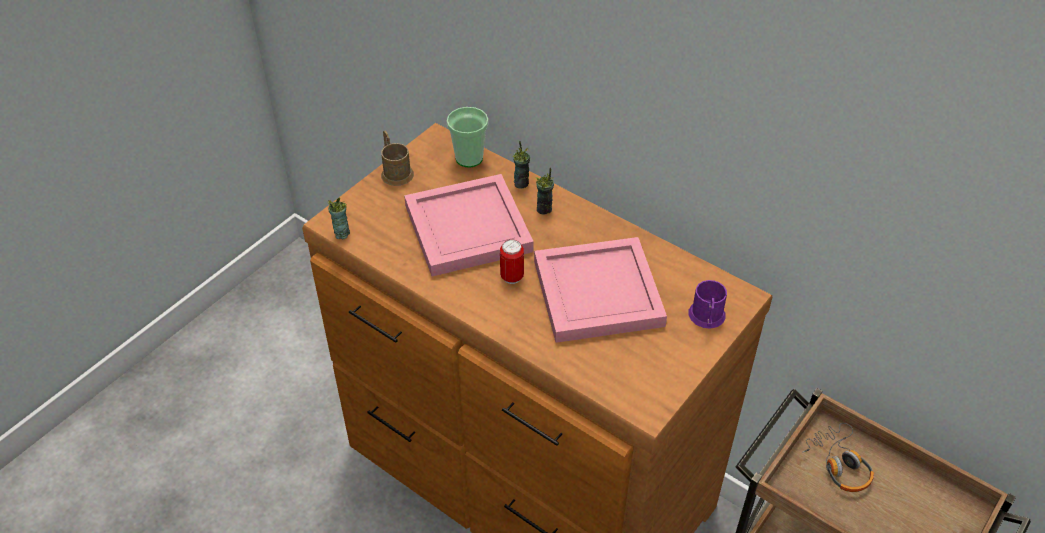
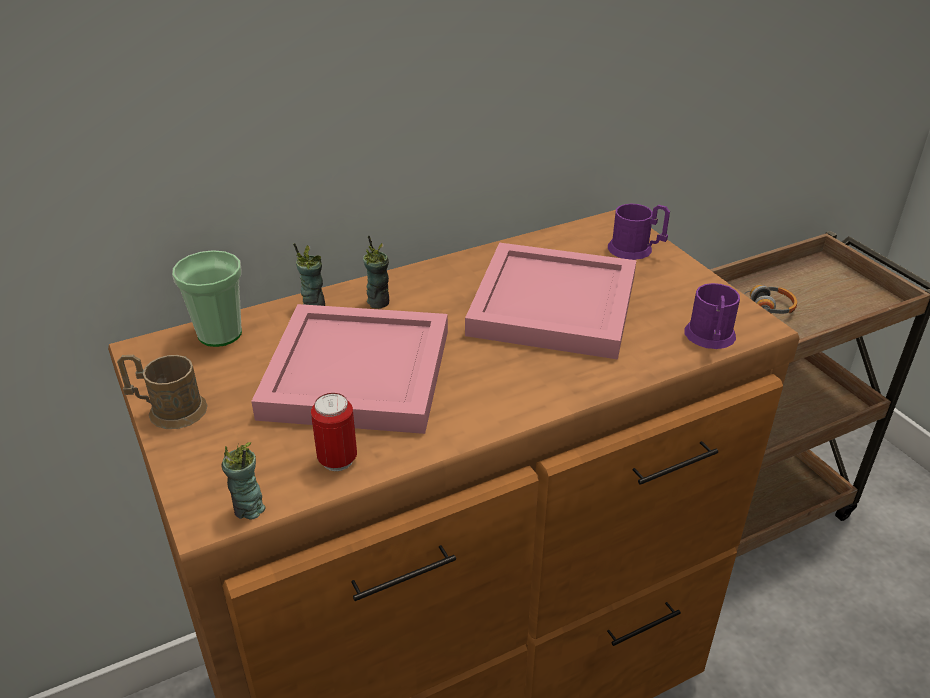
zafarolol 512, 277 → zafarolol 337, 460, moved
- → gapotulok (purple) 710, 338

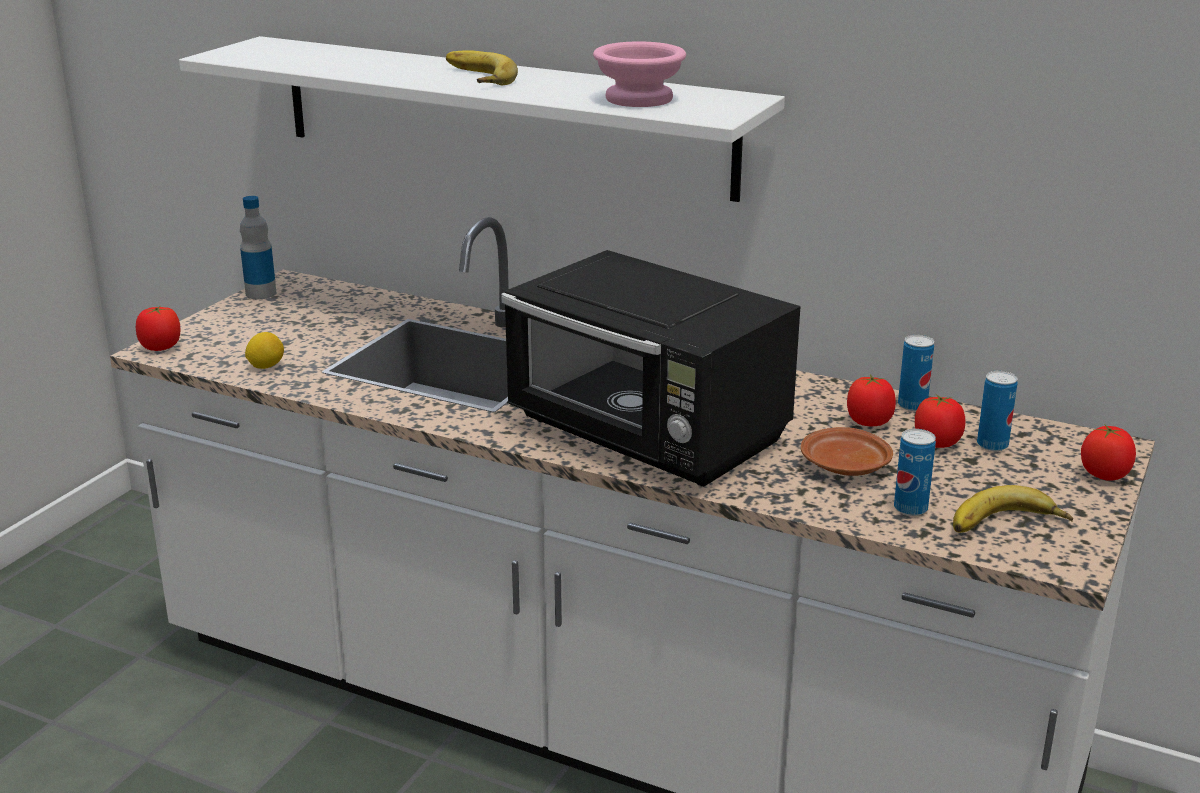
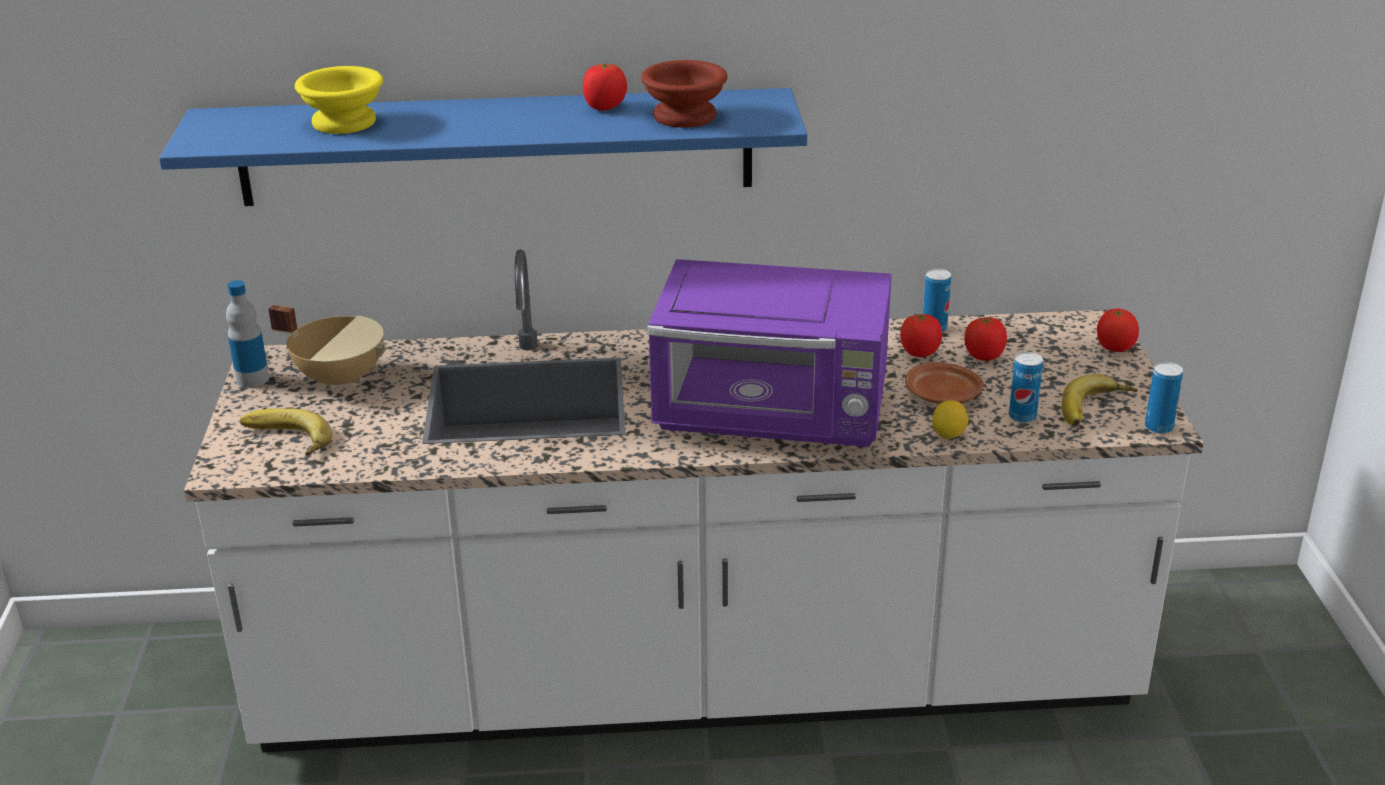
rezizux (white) 501, 115 → rezizux (blue) 496, 147
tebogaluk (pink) 639, 98 → tebogaluk (brown) 684, 115
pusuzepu 474, 77 → pusuzepu 284, 440, moved
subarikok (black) 648, 436 → subarikok (purple) 774, 416
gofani 161, 347 → gofani 604, 107, moved
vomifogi 266, 366 → vomifogi 948, 435, moved
zafarolol 992, 445 → zafarolol 1158, 427, moved
- → tebogaluk (yellow) 341, 123
- → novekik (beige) 341, 378

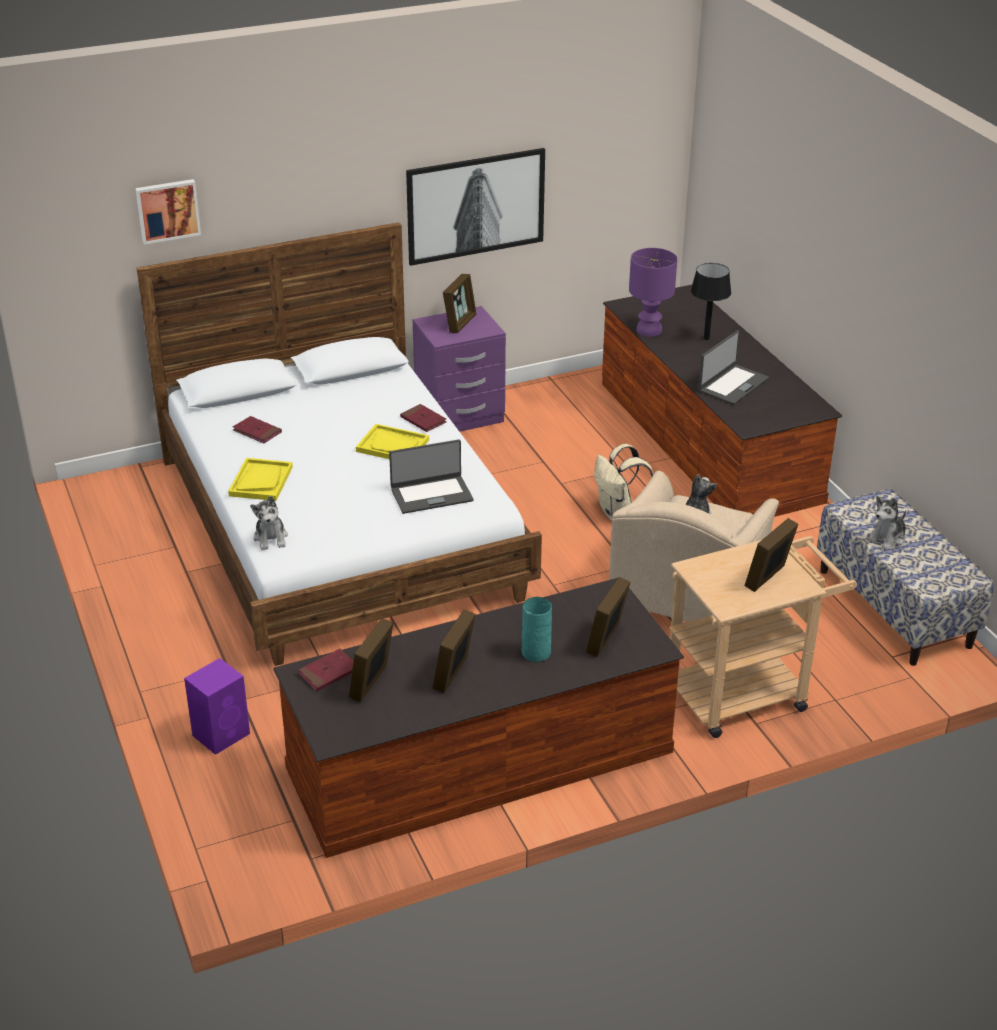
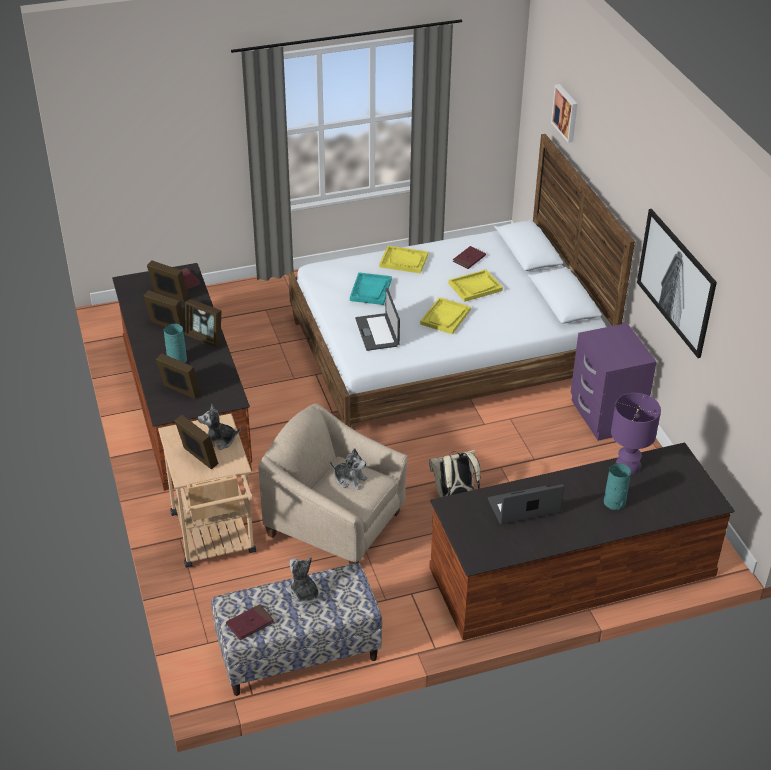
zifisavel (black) 707, 338 → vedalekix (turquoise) 614, 503
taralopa 460, 323 → taralopa 204, 338, moved
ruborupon 732, 385 → ruborupon 524, 507, 120 degrees clockwise
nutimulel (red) 423, 420 → nutimulel (red) 250, 623, moved
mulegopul 271, 538 → mulegopul 219, 441, moved
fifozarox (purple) 222, 734 → -
- → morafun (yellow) 475, 287
- → morafun (turquoise) 370, 290

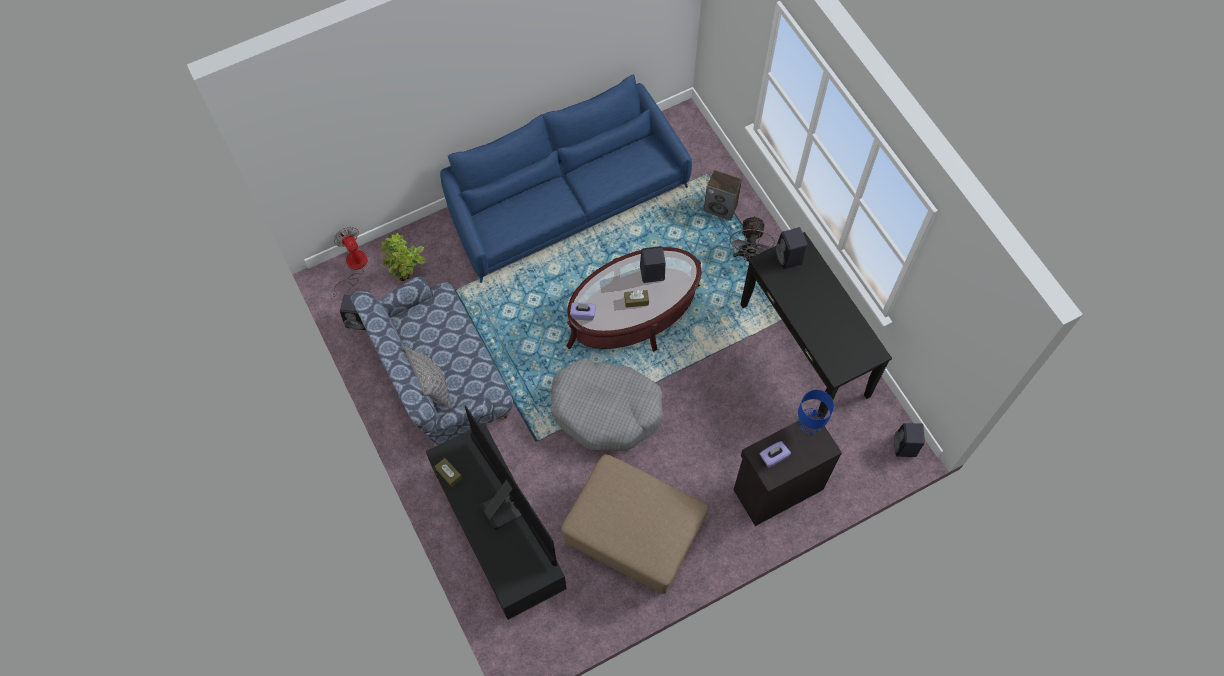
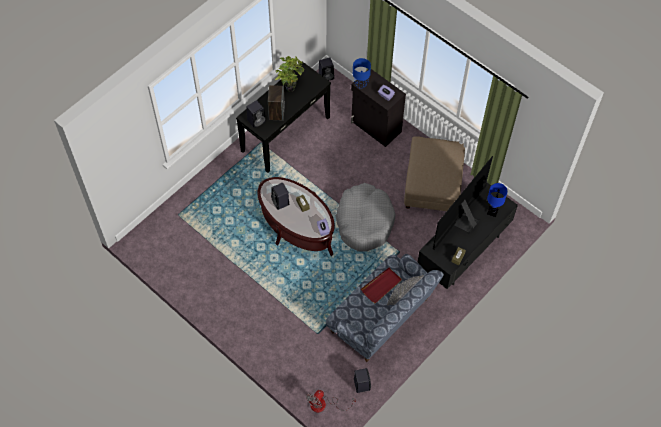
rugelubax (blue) 566, 201 → -
fifozarox 721, 207 → fifozarox 276, 112, moved
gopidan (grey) 748, 255 → -
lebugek 407, 276 → lebugek 289, 86, moved
- → zifisavel (blue) 492, 211
- → morafun (red) 381, 286

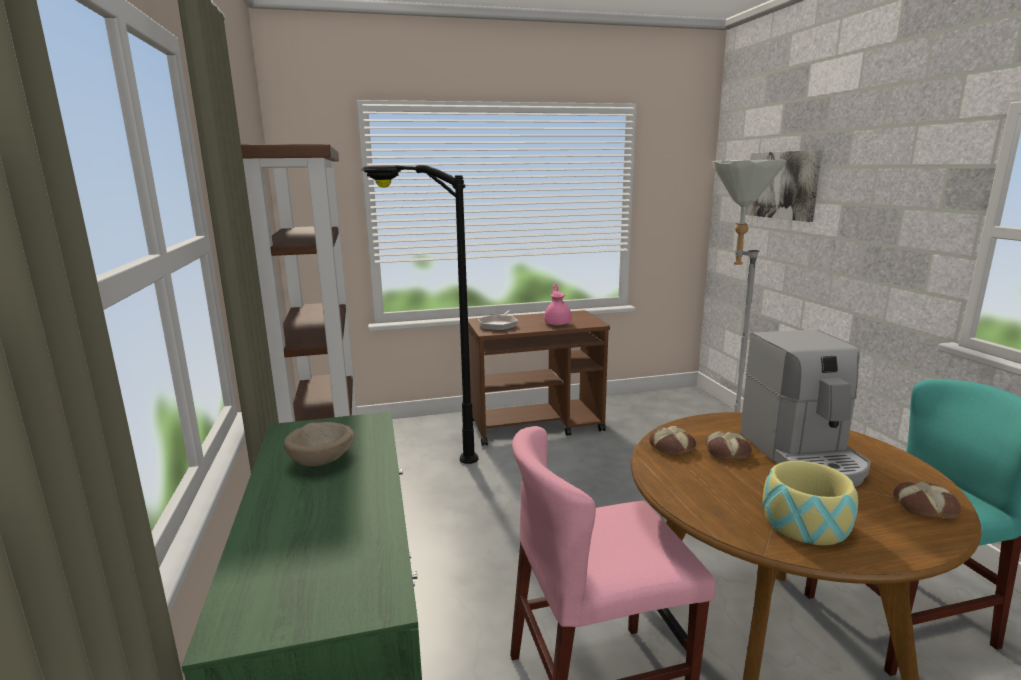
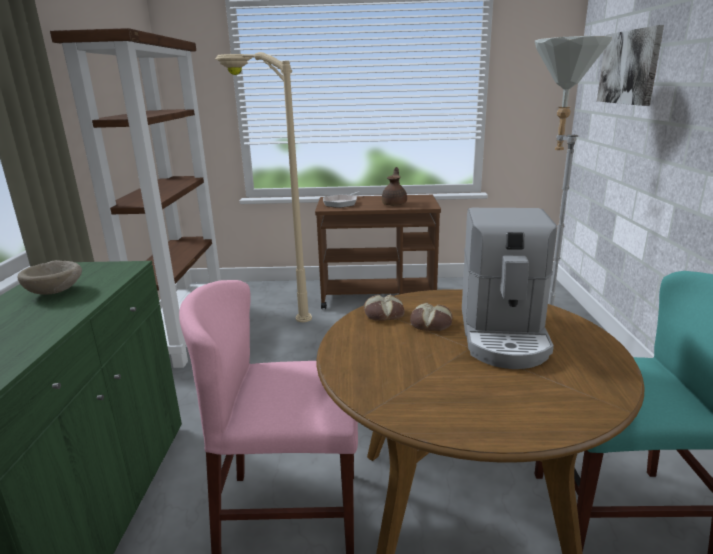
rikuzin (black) 420, 448 → rikuzin (beige) 271, 305
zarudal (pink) 558, 323 → zarudal (brown) 395, 204
tebogaluk 804, 523 → -
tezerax 924, 506 → -

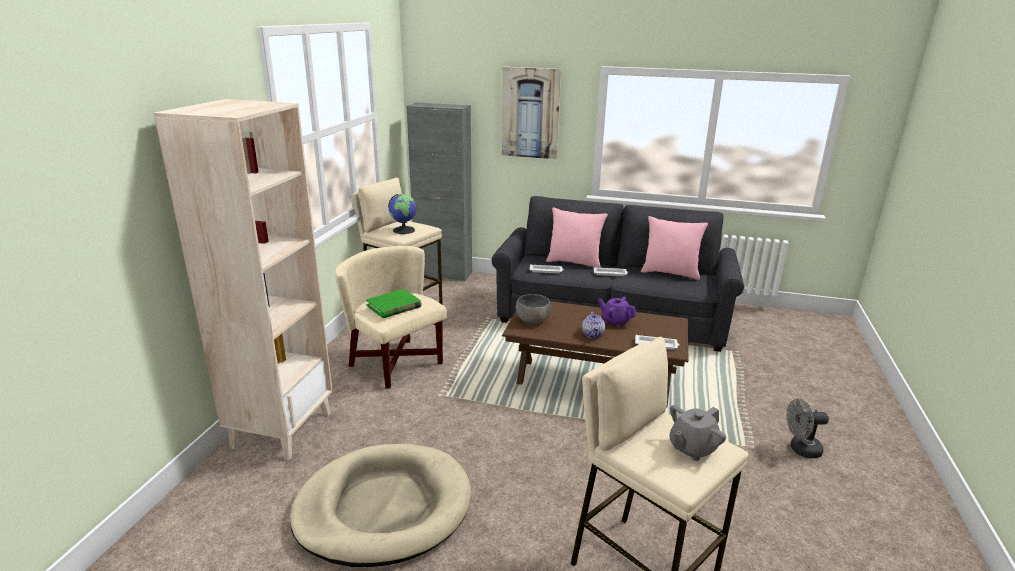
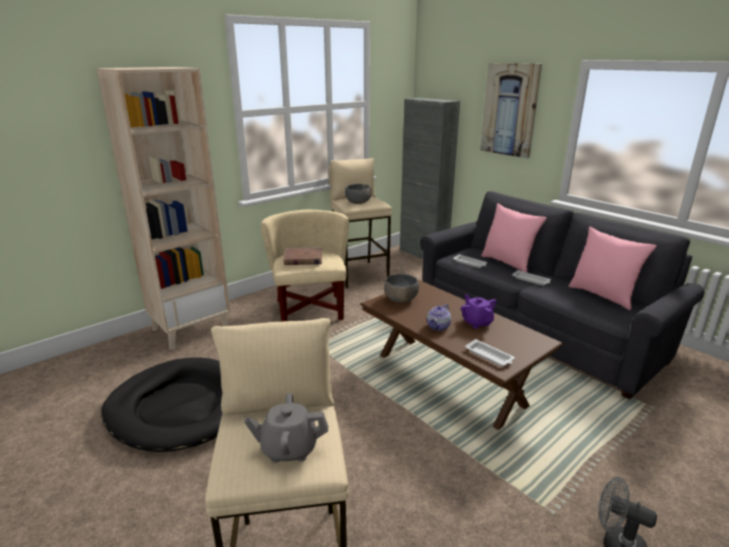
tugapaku 404, 230 → tebogaluk (grey) 358, 202
nutimulel (green) 394, 306 → nutimulel (brown) 303, 259
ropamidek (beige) 383, 508 → ropamidek (black) 180, 407

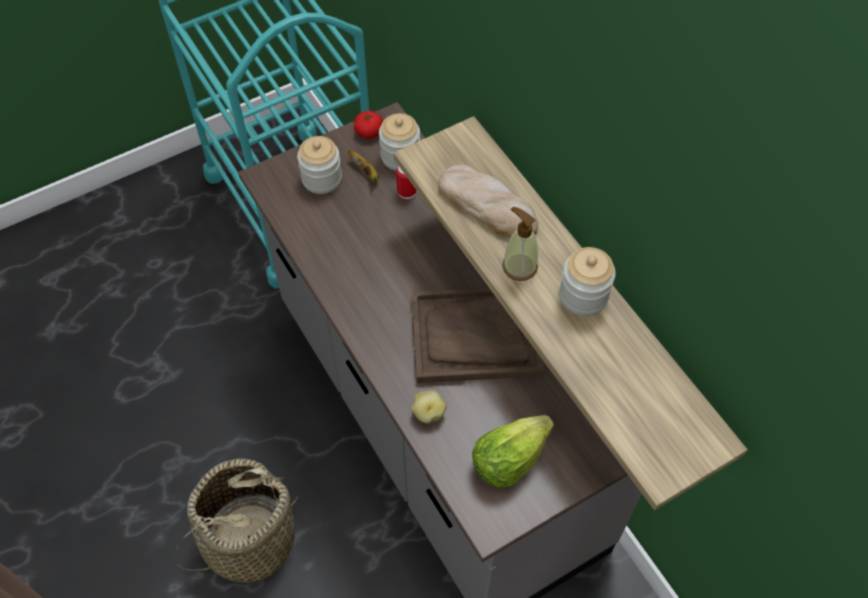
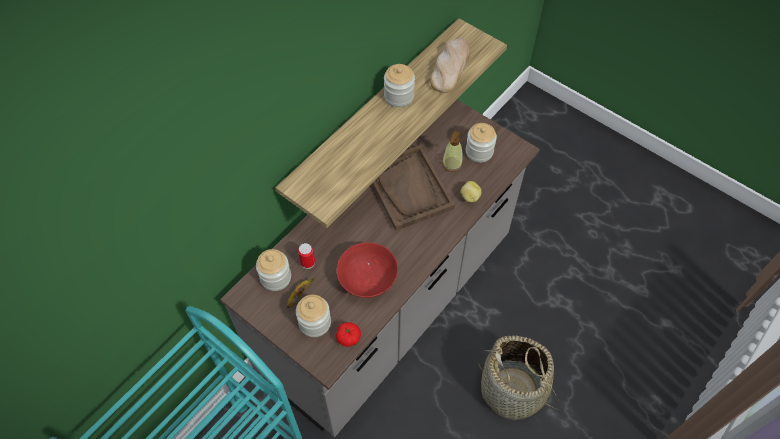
gofani 369, 132 → gofani 348, 337, moved
tezerax 488, 206 → tezerax 450, 67, moved
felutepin 519, 266 → felutepin 452, 164, moved
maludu 508, 459 → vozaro 479, 152
- → tebogaluk (red) 368, 279

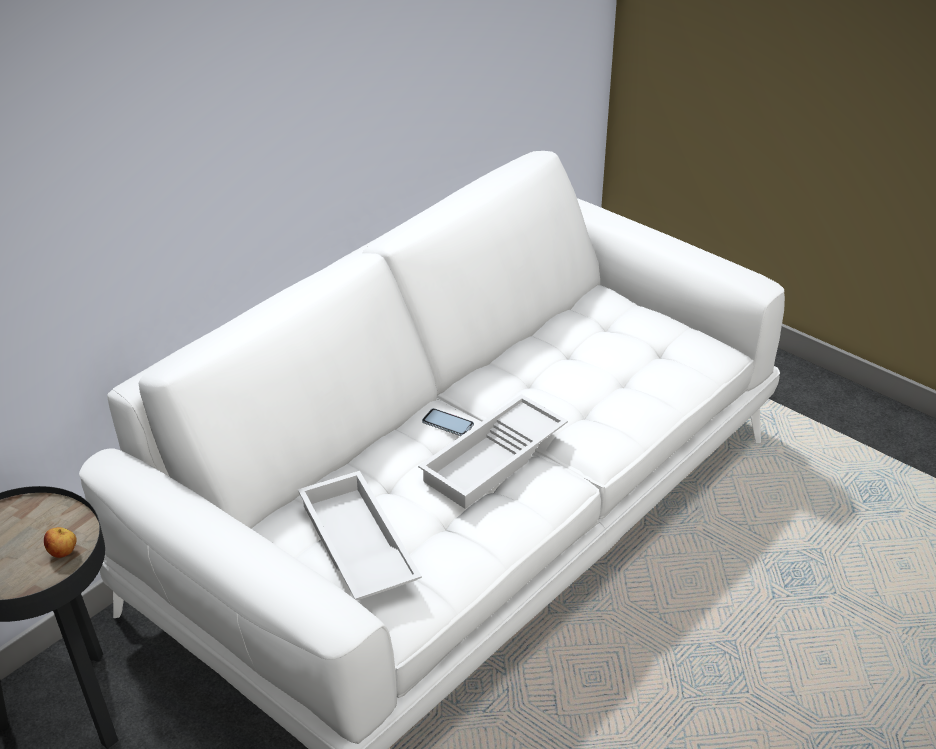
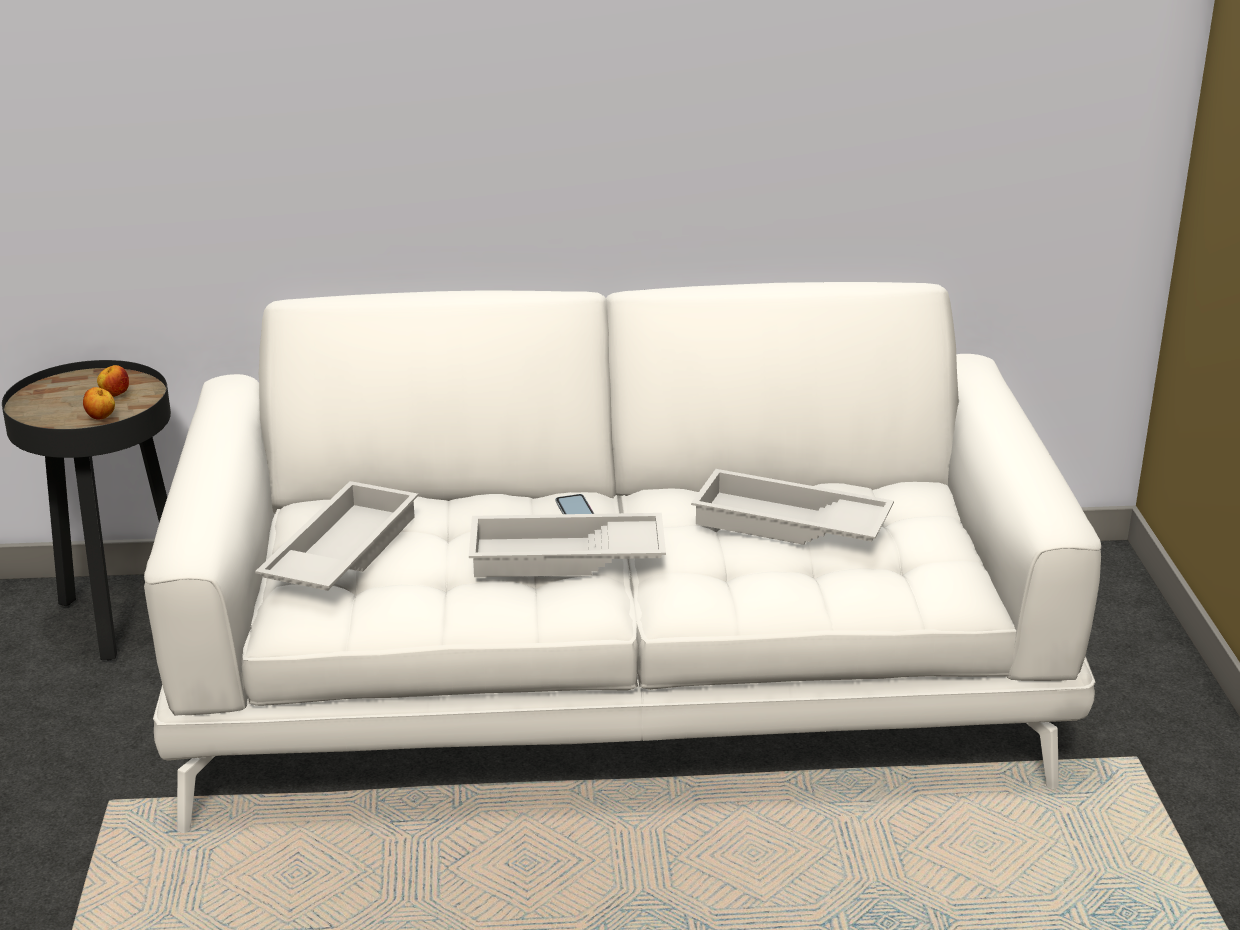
- → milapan 115, 395
- → morafun (white) 788, 525

